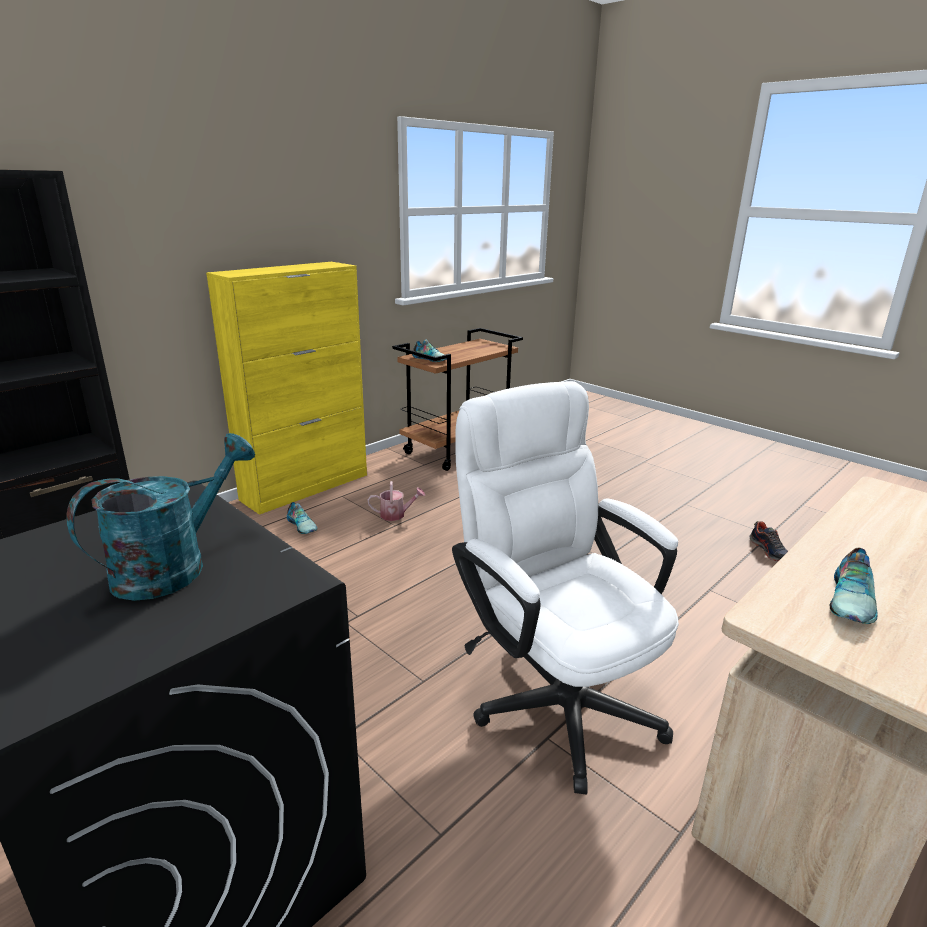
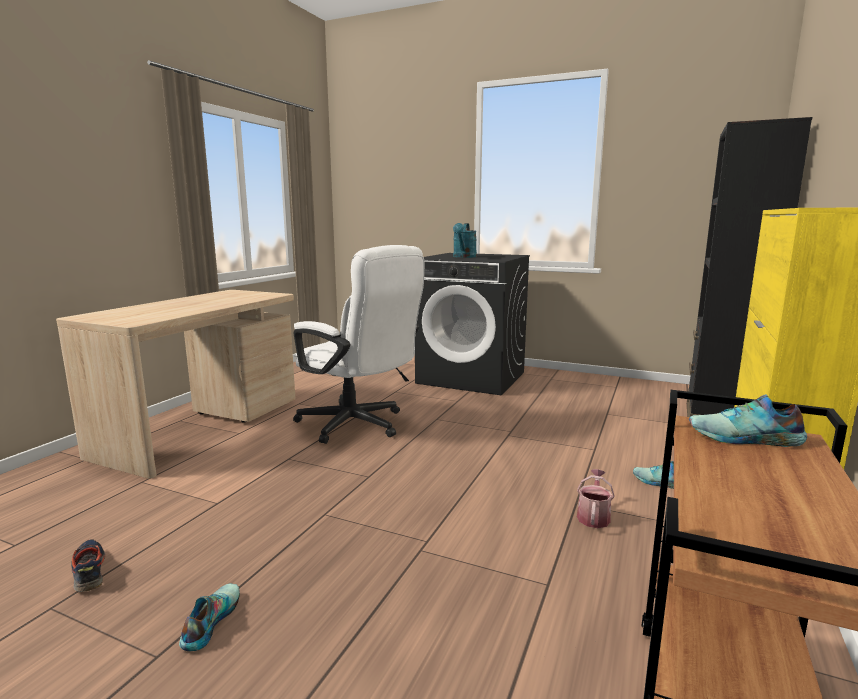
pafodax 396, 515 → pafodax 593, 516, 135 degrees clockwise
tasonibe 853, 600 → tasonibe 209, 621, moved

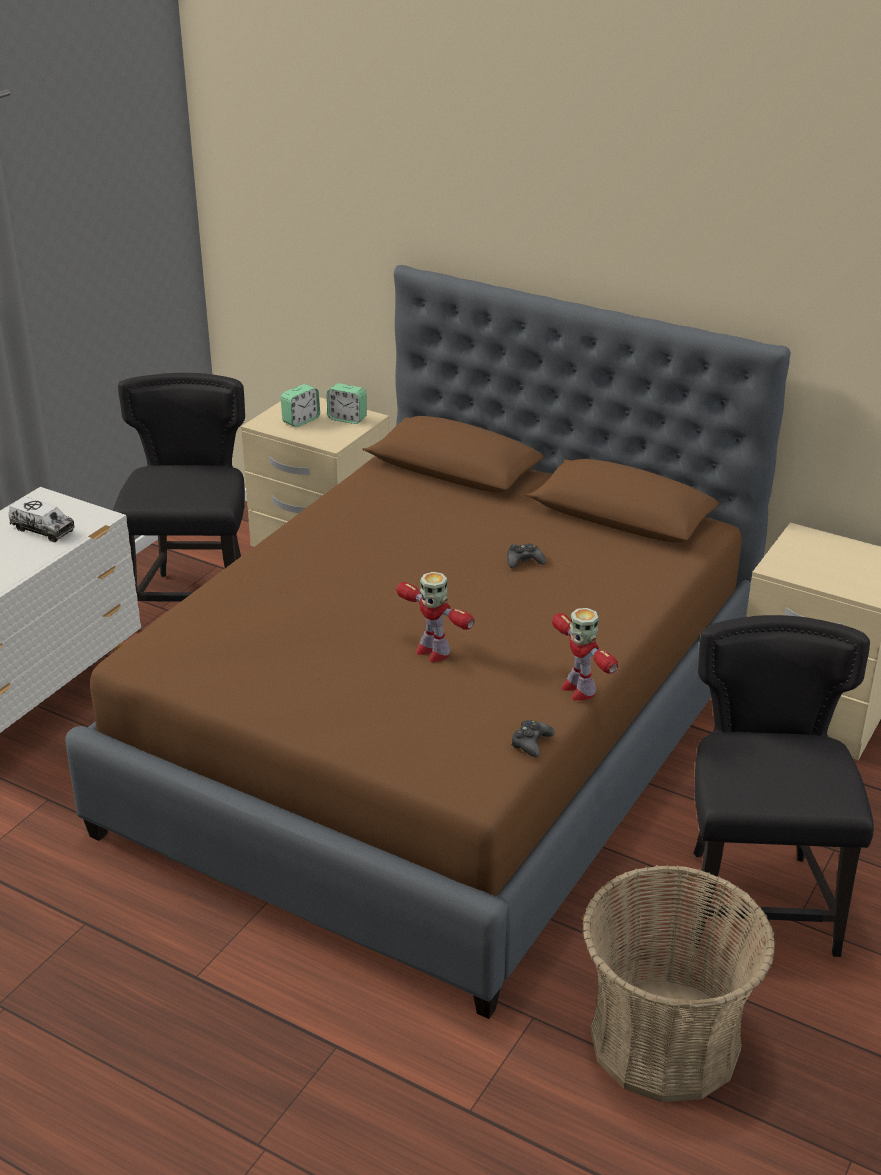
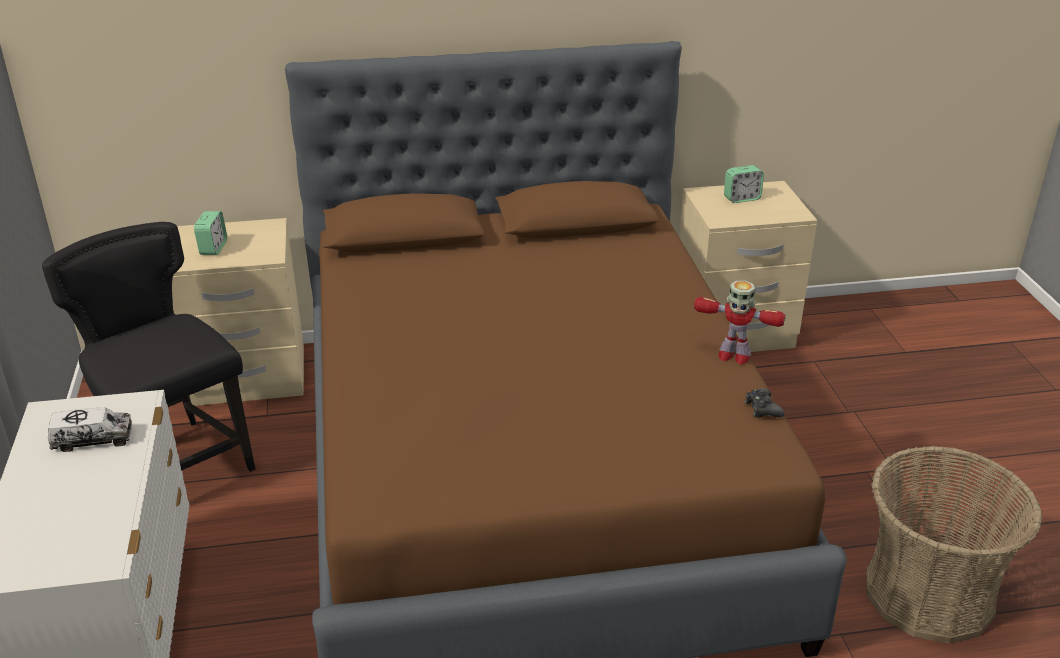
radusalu 347, 418 → radusalu 741, 198, moved
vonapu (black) 524, 561 → -
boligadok 432, 651 → -
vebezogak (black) 757, 900 → -

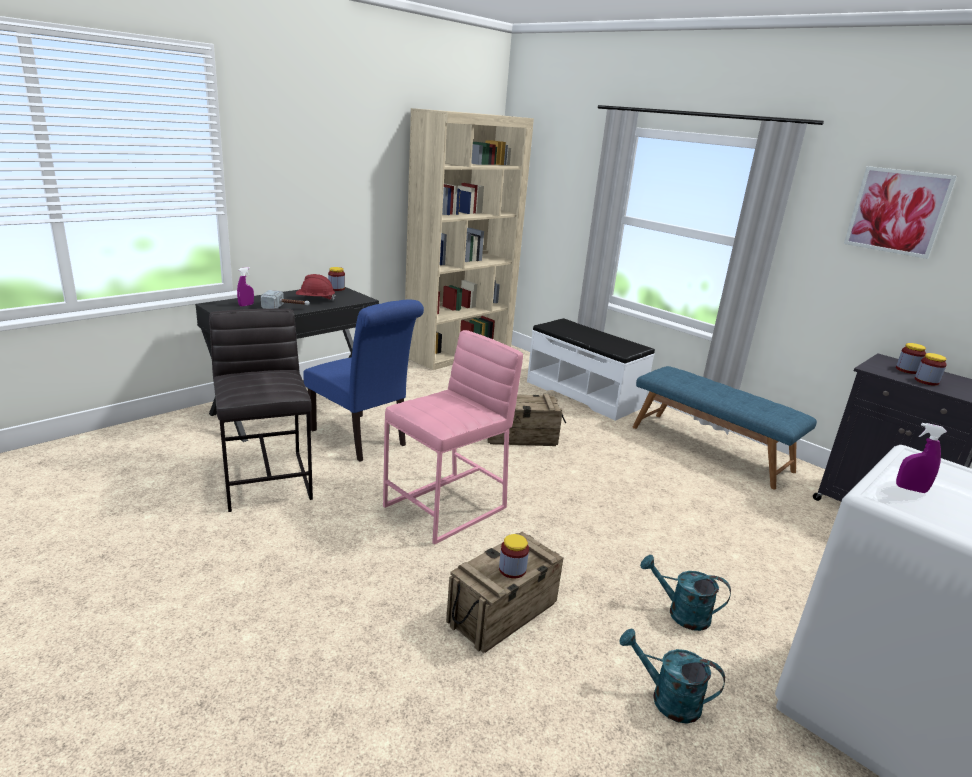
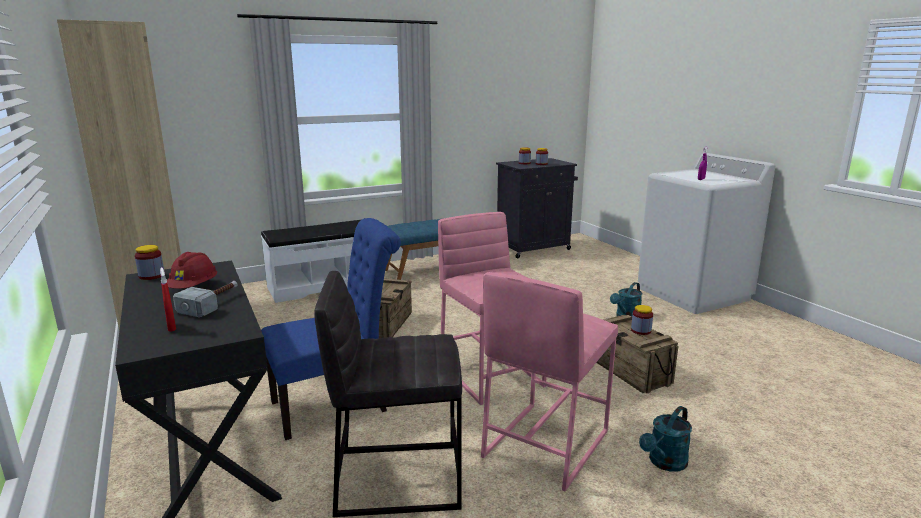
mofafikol 897, 211 → -
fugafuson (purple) 246, 305 → fugafuson (red) 171, 327
pafodax (turquoise) 666, 699 → pafodax (turquoise) 664, 463, moved
- → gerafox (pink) 544, 443

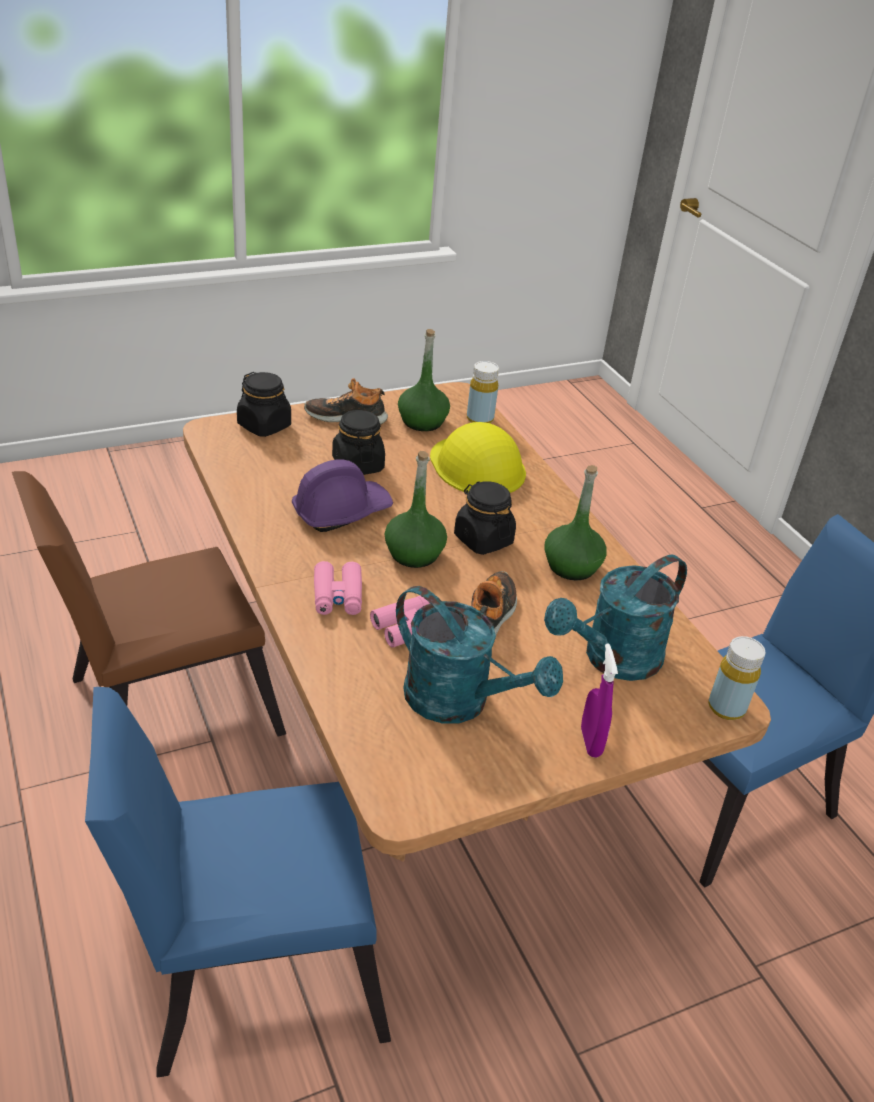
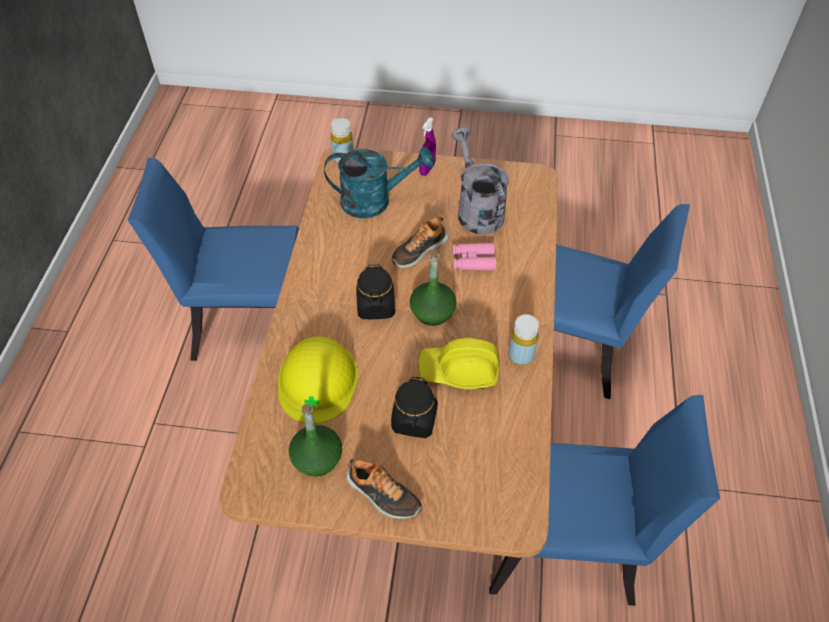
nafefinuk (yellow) 480, 419 → nafefinuk (yellow) 520, 356, moved
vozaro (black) 264, 426 → -
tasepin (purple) 341, 512 → tasepin (yellow) 459, 371
nafefinuk (green) 571, 566 → -
vebezogak (brown) 161, 708 → vebezogak (blue) 572, 541
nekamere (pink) 337, 596 → -
pafodax (turquoise) 459, 702 → pafodax (grey) 476, 209

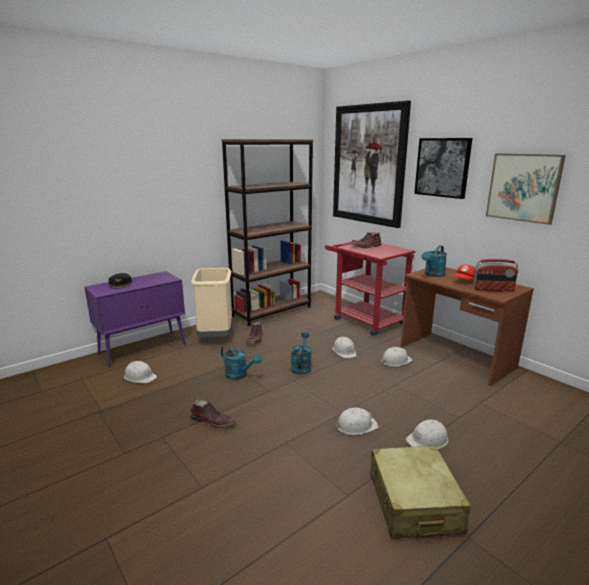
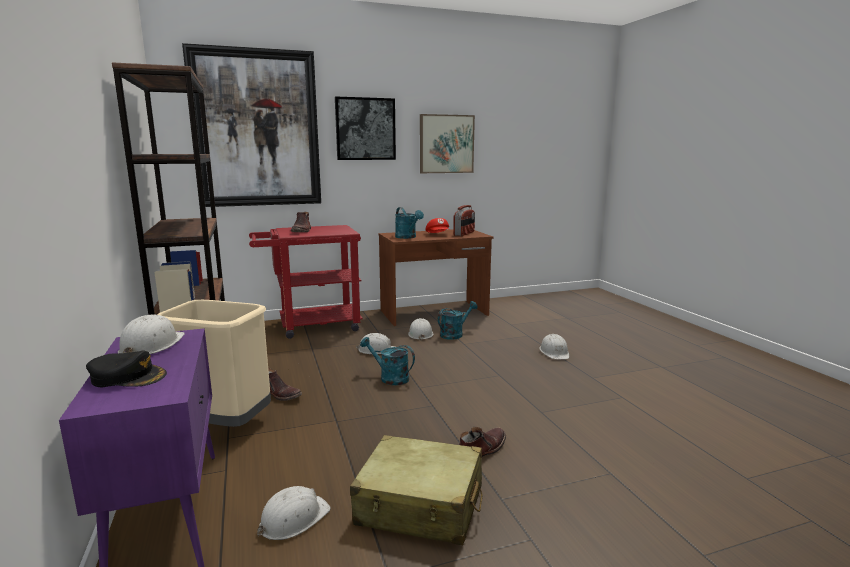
pafodax (turquoise) 239, 375 → pafodax (turquoise) 454, 334, moved
tasepin (white) 356, 426 → tasepin (white) 151, 345, moved
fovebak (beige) 413, 503 → fovebak (beige) 420, 505, moved

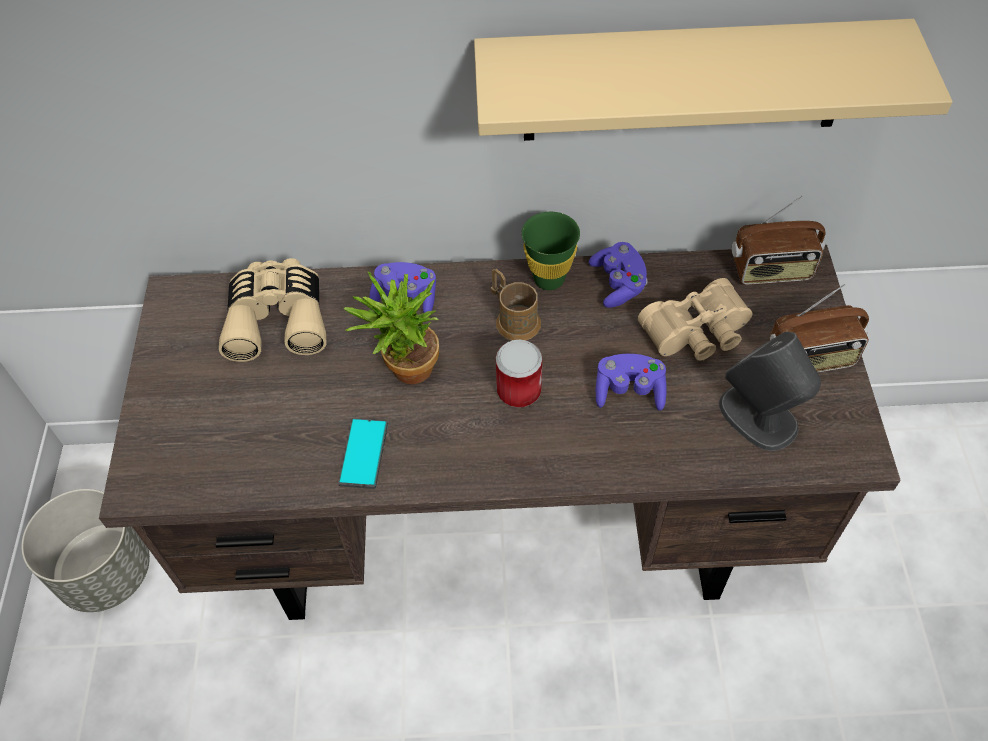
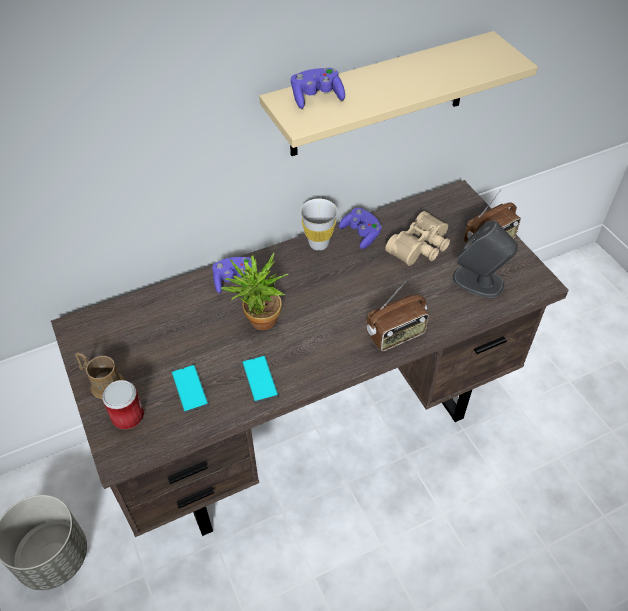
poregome 771, 271 → poregome 396, 335, moved
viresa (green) 549, 279 → viresa (white) 318, 243
nekamere (beige) 277, 318 → -
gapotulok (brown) 513, 319 → gapotulok (brown) 103, 383, moved
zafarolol 519, 390 → zafarolol 128, 416, moved
vonapu (purple) 629, 391 → vonapu (purple) 316, 98, moved
- → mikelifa 190, 389

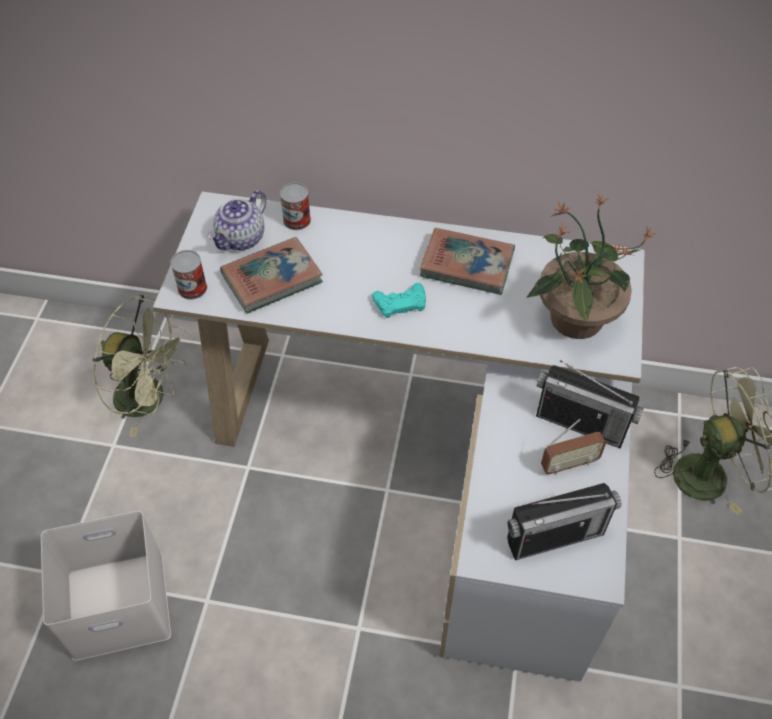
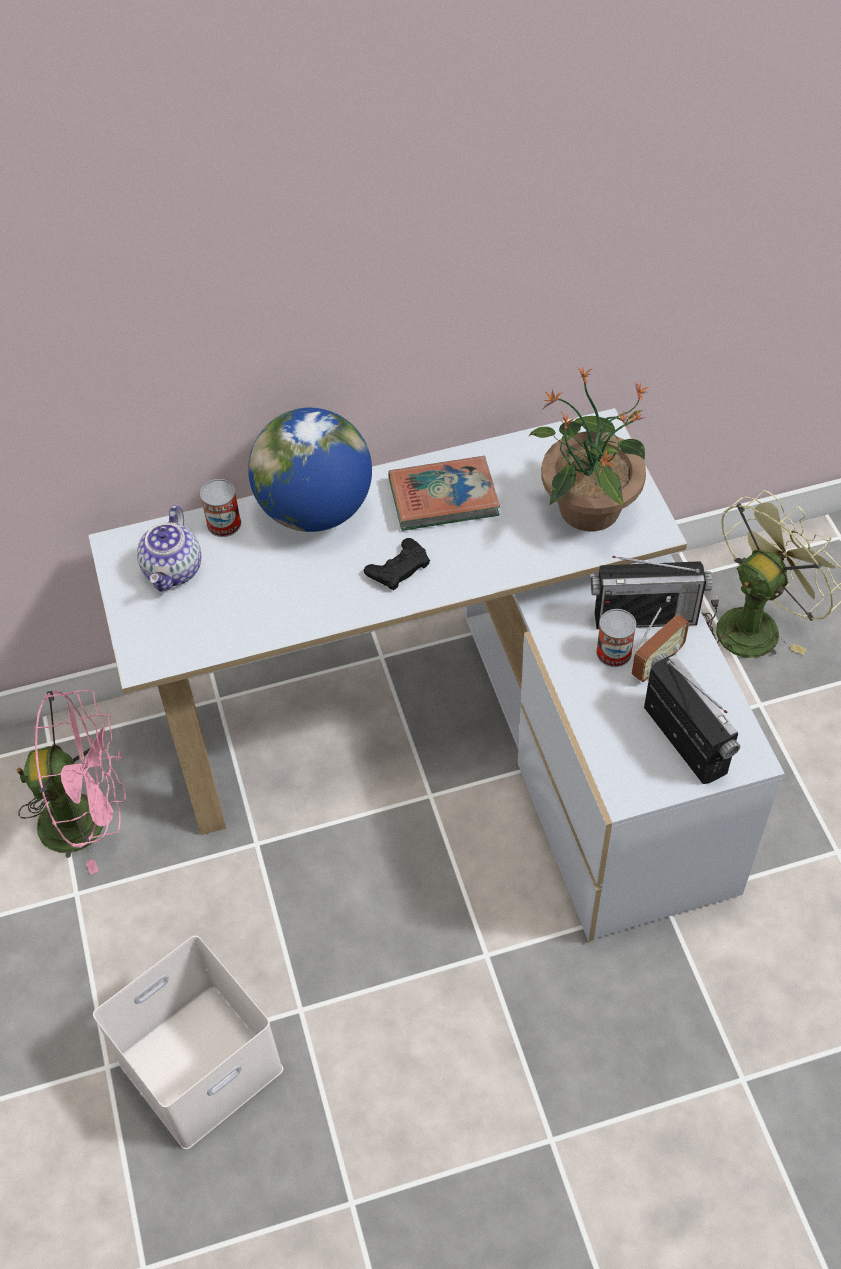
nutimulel 272, 279 → -
zafarolol 192, 288 → zafarolol 613, 652, moved
vonapu (turquoise) 400, 303 → vonapu (black) 398, 568
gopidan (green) 150, 398 → gopidan (pink) 88, 819
poregome 555, 537 → poregome 684, 740, 75 degrees counterclockwise
- → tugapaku 315, 510

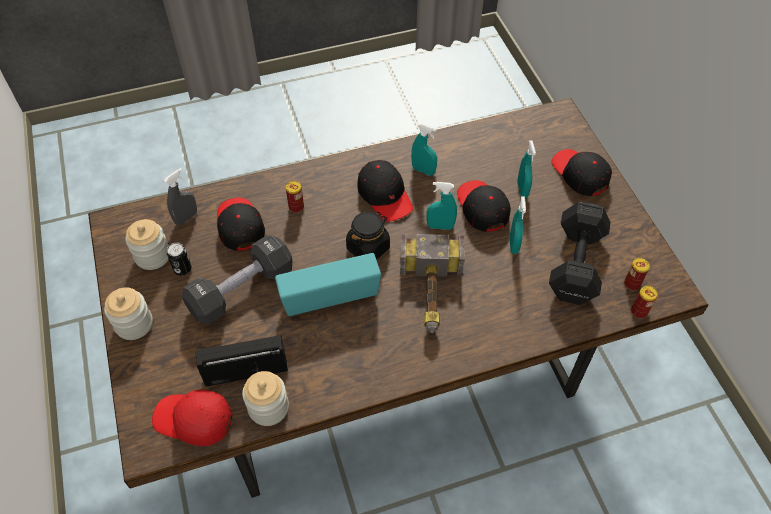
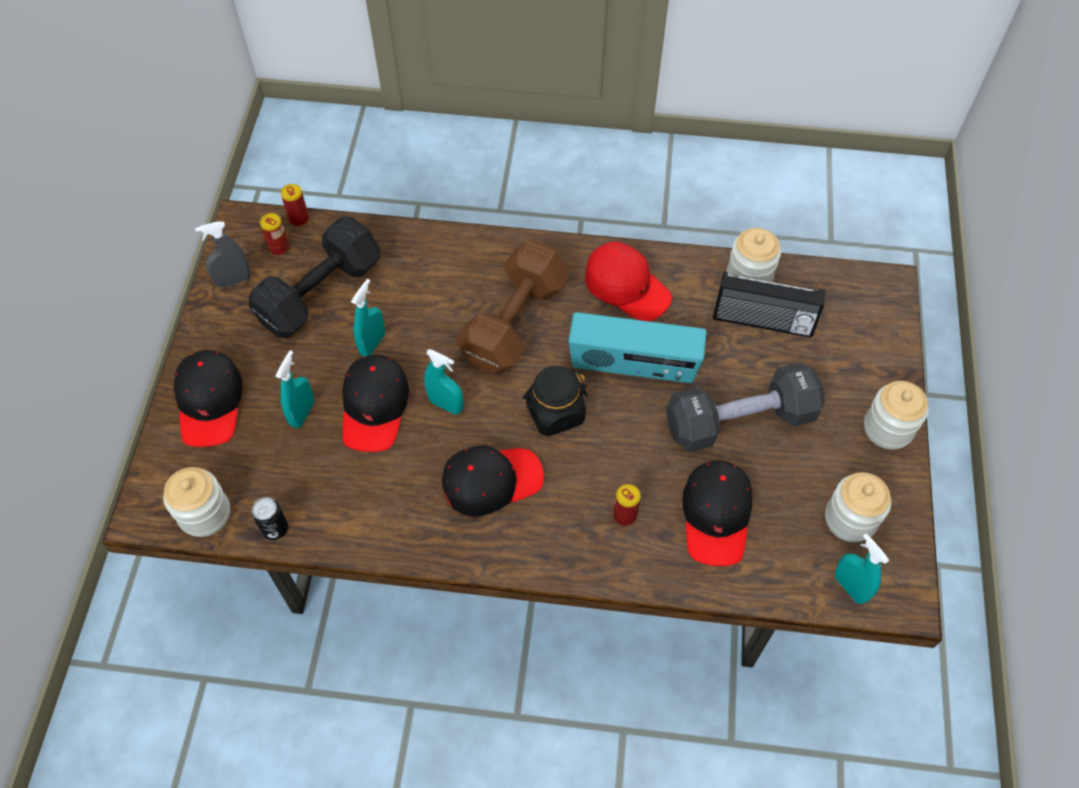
fugafuson (turquoise) 423, 170 → fugafuson (turquoise) 849, 587, moved
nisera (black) 385, 196 → nisera (black) 492, 482, 75 degrees clockwise
fugafuson (grey) 186, 218 → fugafuson (grey) 233, 280, moved
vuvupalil 431, 294 → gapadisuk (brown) 511, 324
zafarolol 182, 269 → zafarolol 275, 528, moved
nisera (red) 194, 420 → nisera (red) 627, 288, moved
- → vozaro 204, 513

